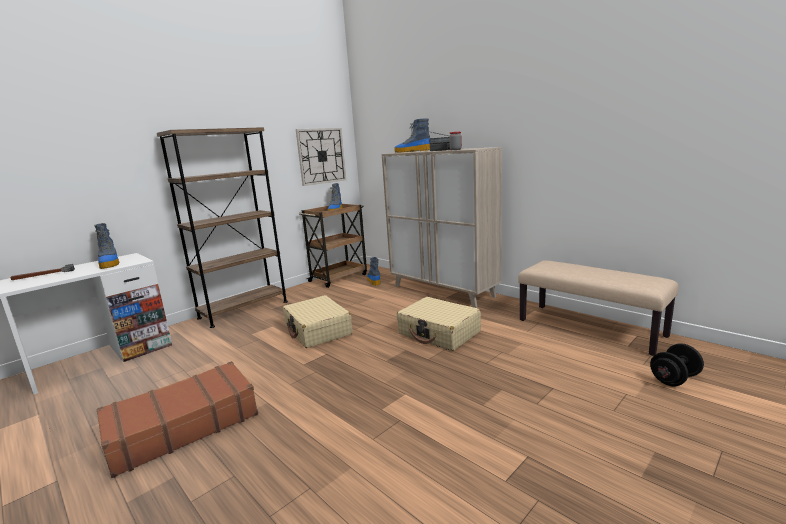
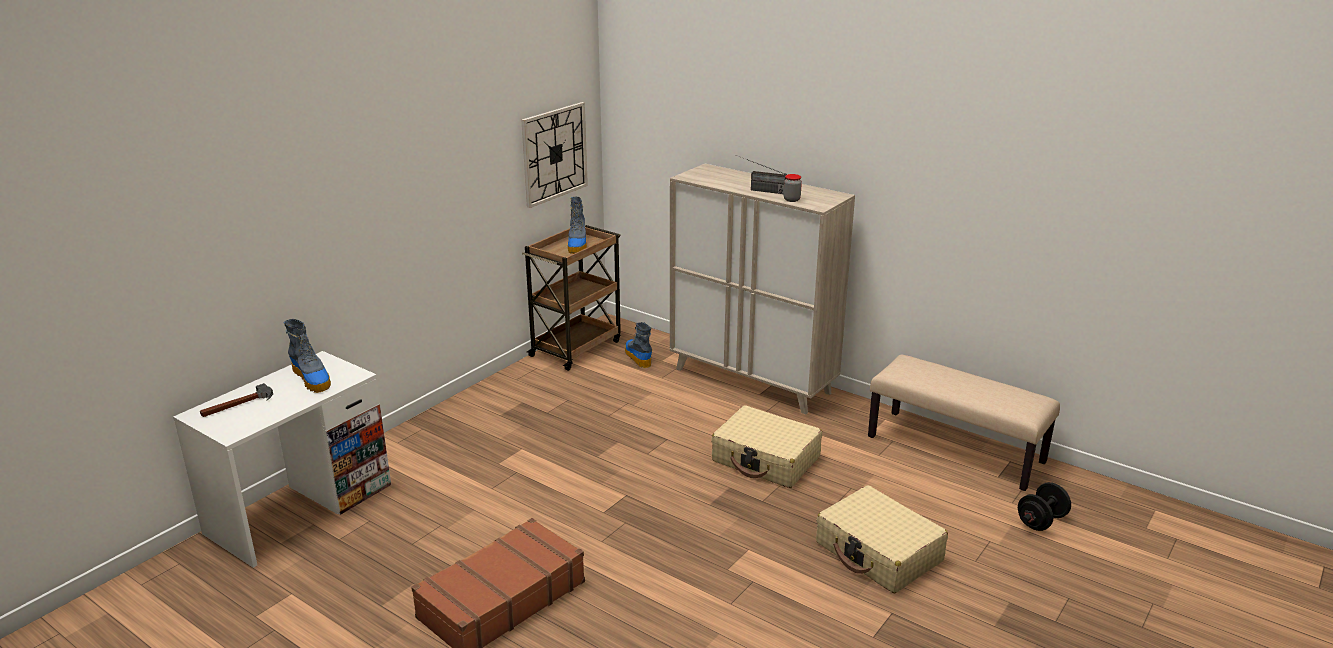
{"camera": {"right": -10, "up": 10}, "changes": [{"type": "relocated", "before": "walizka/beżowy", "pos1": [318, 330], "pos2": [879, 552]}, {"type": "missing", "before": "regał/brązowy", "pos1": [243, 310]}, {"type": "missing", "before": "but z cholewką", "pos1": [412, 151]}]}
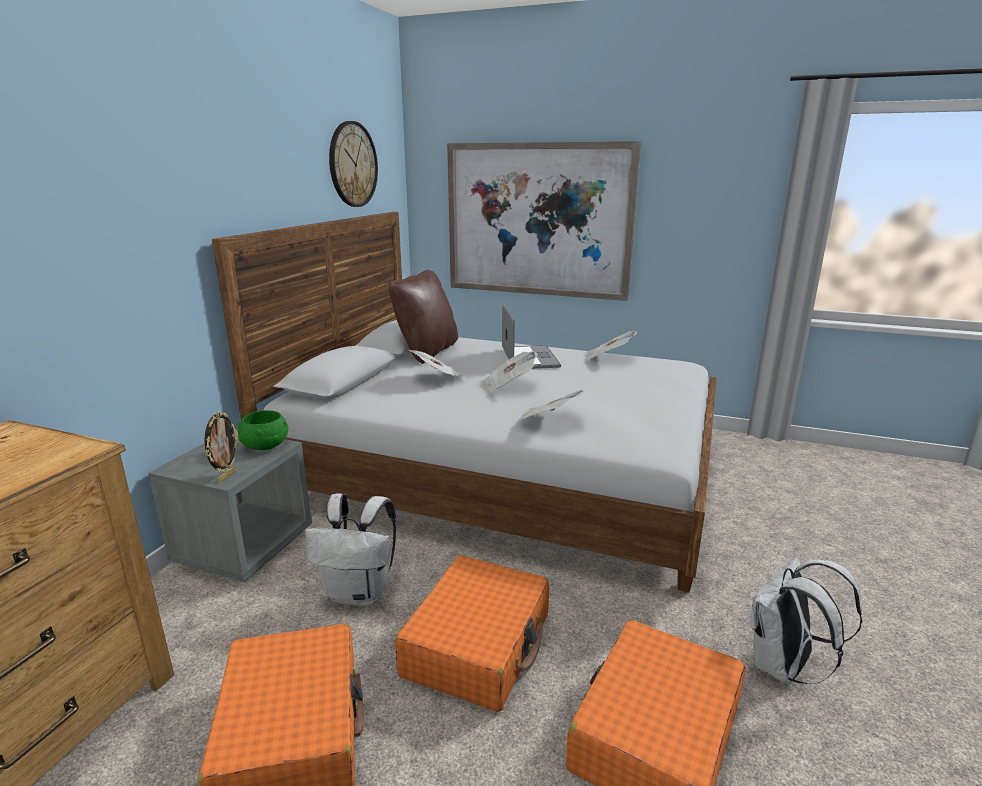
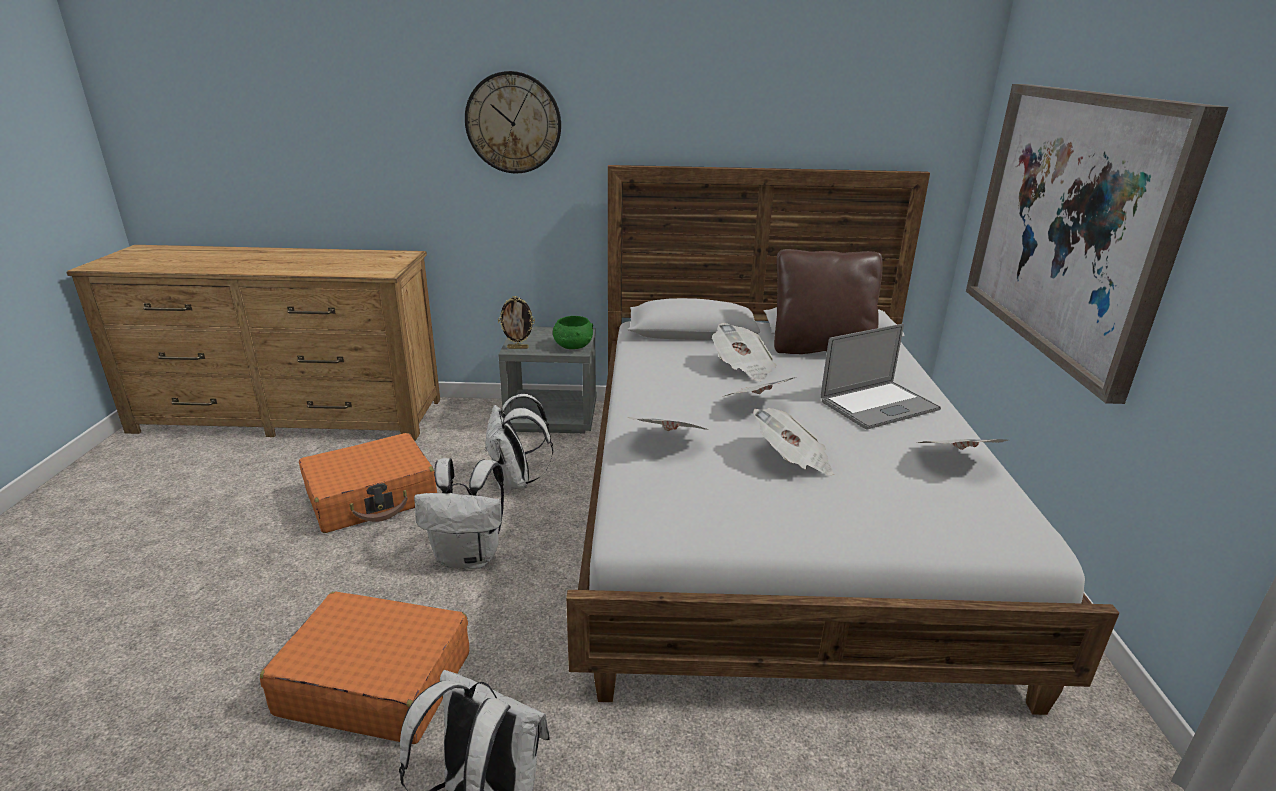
{"camera": {"right": 70, "up": 5}, "changes": [{"type": "exchanged", "before": "walizka/pomarańczowy", "after": "plecak/biały", "pos1": [478, 645], "pos2": [469, 557]}, {"type": "relocated", "before": "zegar ścienny", "pos1": [352, 164], "pos2": [513, 123]}, {"type": "appeared", "after": "gazeta", "pos2": [792, 461]}]}
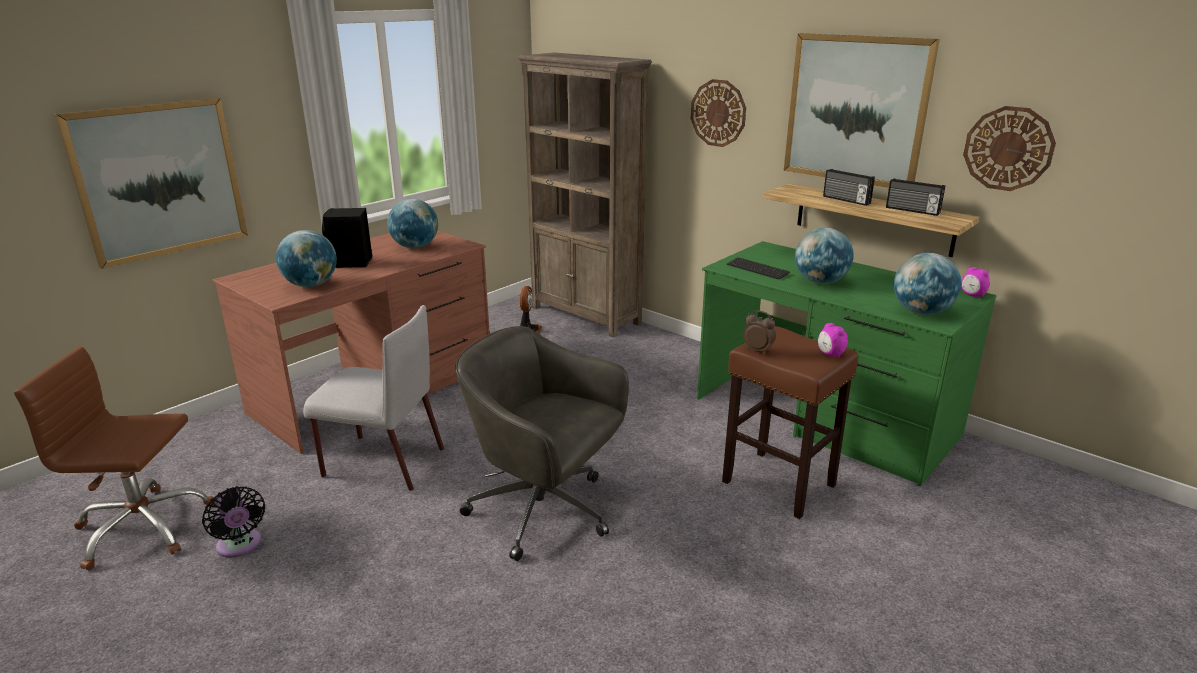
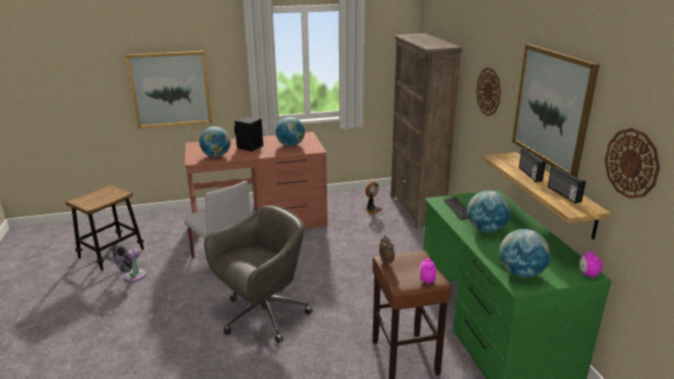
{"camera": {"right": 35, "up": 0}, "changes": [{"type": "exchanged", "before": "krzesło biurowe/brązowy", "after": "stołek", "pos1": [143, 527], "pos2": [111, 254]}, {"type": "spun", "before": "wentylator/czarny", "pos1": [240, 546], "pos2": [132, 277], "turn": 45}, {"type": "spun", "before": "krzesło biurowe/szary", "pos1": [544, 512], "pos2": [262, 316], "turn": 75}]}
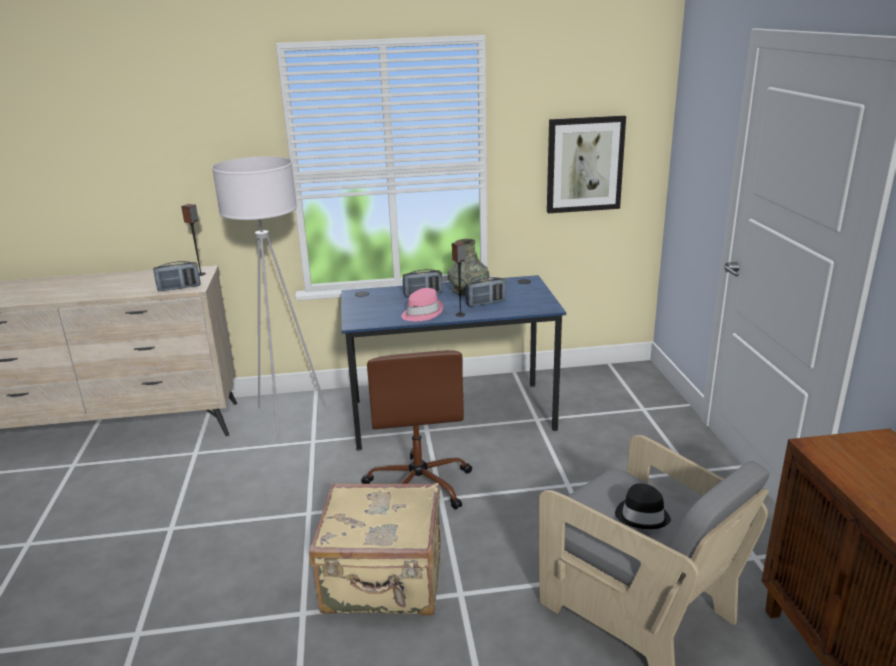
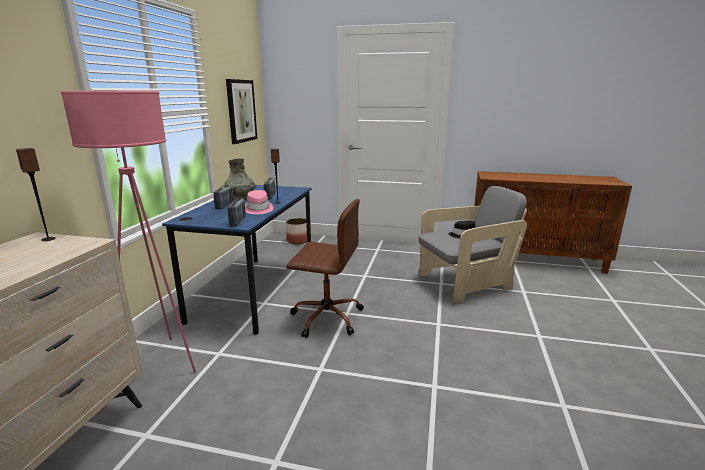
{"camera": {"right": -70, "up": -5}, "changes": [{"type": "colour", "before": "lampa stojąca/biały", "after": "lampa stojąca/różowy", "pos1": [287, 418], "pos2": [161, 363]}, {"type": "relocated", "before": "radio", "pos1": [179, 288], "pos2": [238, 222]}, {"type": "appeared", "after": "donica", "pos2": [298, 241]}, {"type": "missing", "before": "walizka/beżowy", "pos1": [384, 581]}]}
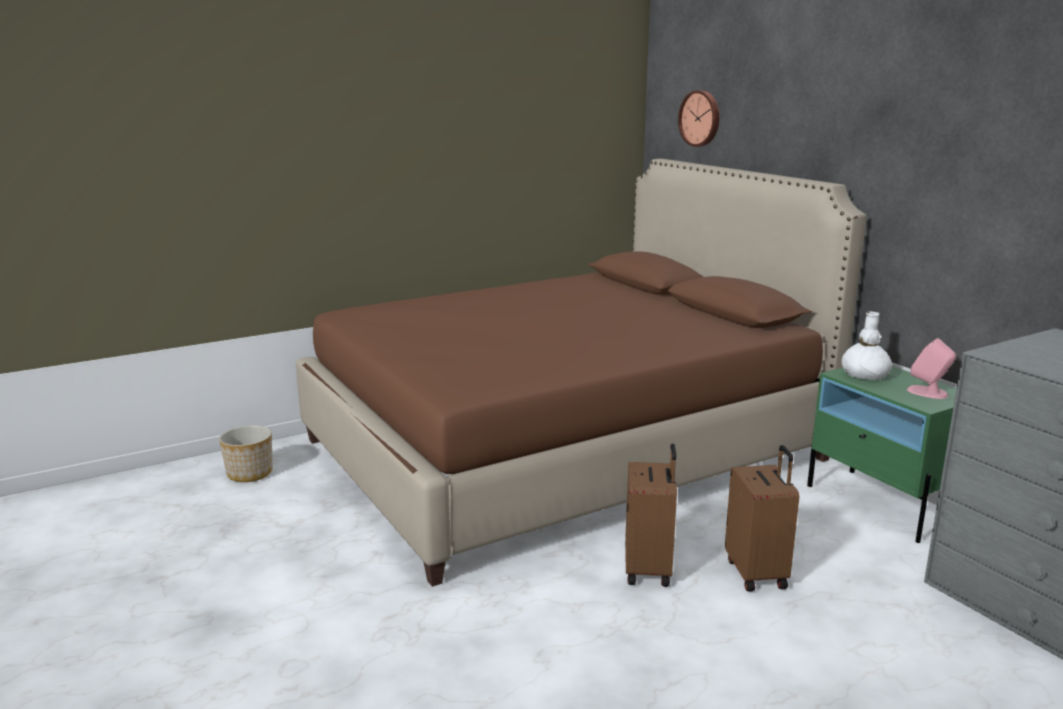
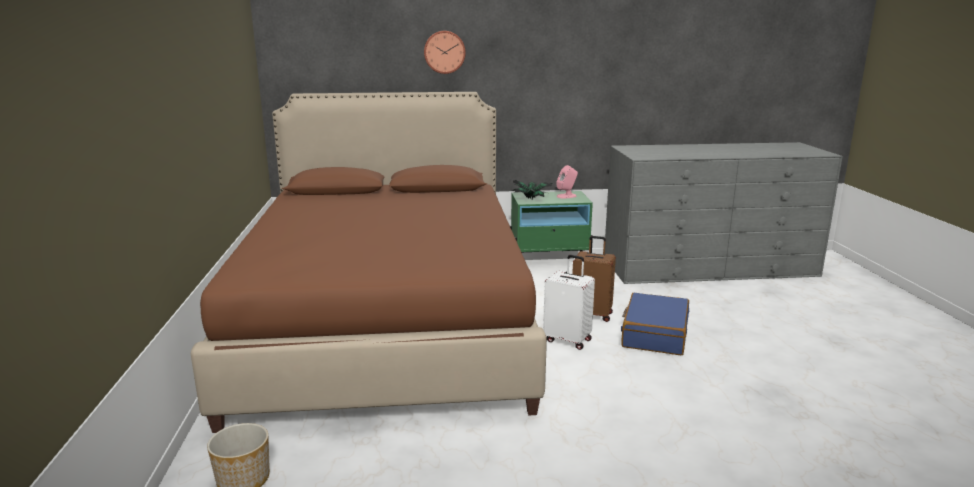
{"camera": {"right": -65, "up": 0}, "changes": [{"type": "relocated", "before": "zegar ścienny", "pos1": [700, 118], "pos2": [444, 52]}, {"type": "exchanged", "before": "wazon/biały", "after": "roślina doniczkowa", "pos1": [864, 375], "pos2": [531, 199]}, {"type": "colour", "before": "walizka/brązowy", "after": "walizka/biały", "pos1": [649, 569], "pos2": [568, 340]}, {"type": "appeared", "after": "walizka/niebieski", "pos2": [654, 335]}]}
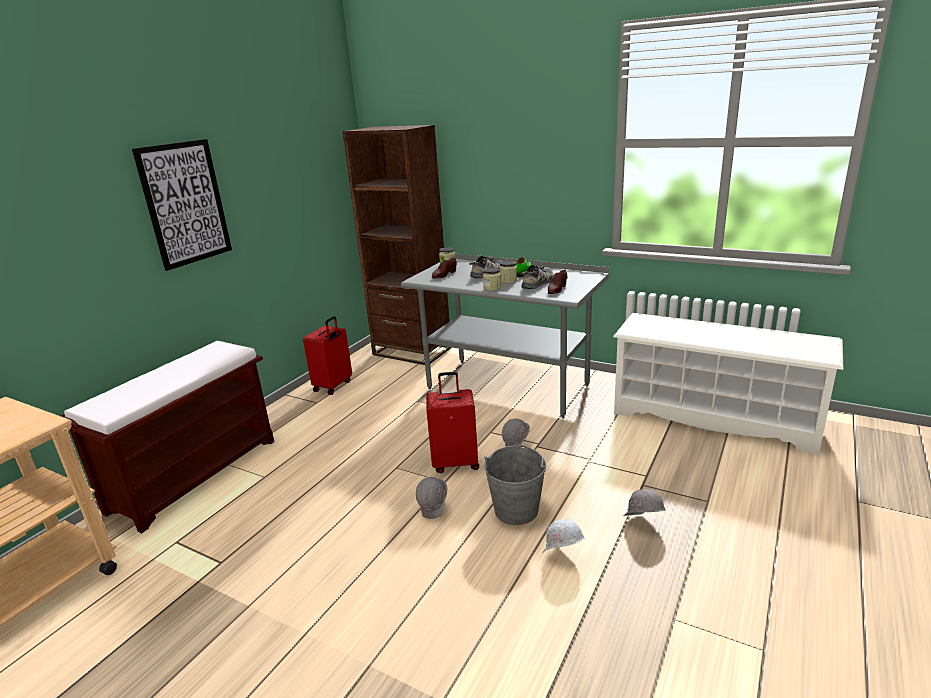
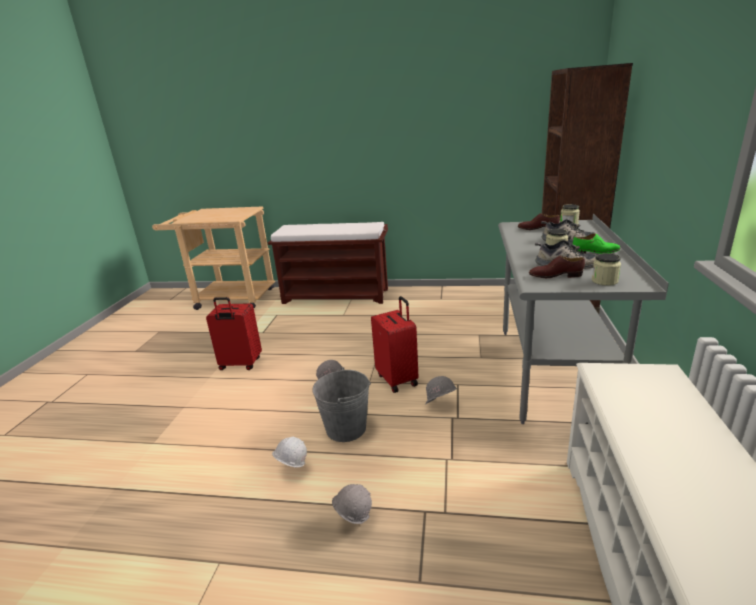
{"camera": {"right": 70, "up": 0}, "changes": [{"type": "relocated", "before": "walizka/czerwony", "pos1": [333, 386], "pos2": [240, 364]}, {"type": "relocated", "before": "słoik", "pos1": [492, 288], "pos2": [604, 281]}, {"type": "missing", "before": "obraz", "pos1": [185, 203]}]}
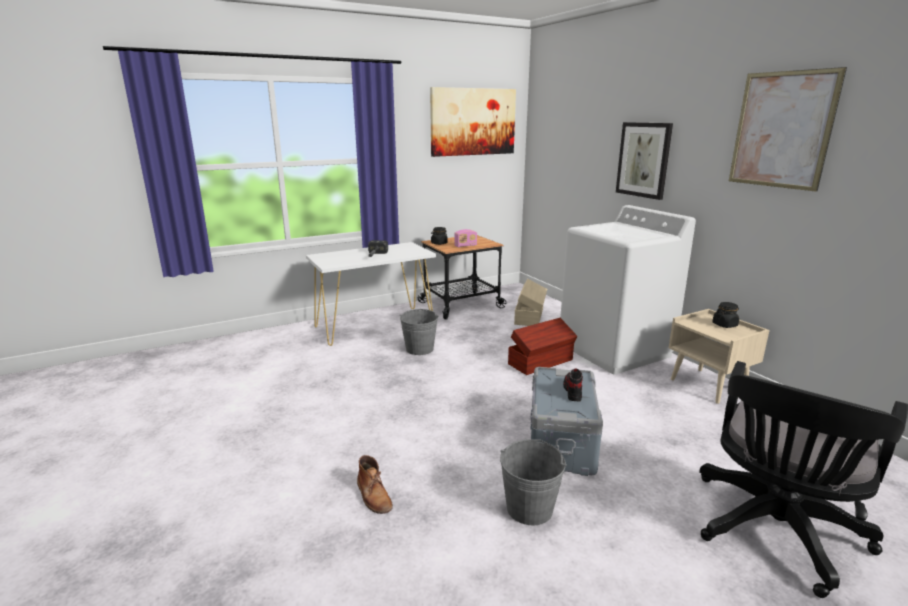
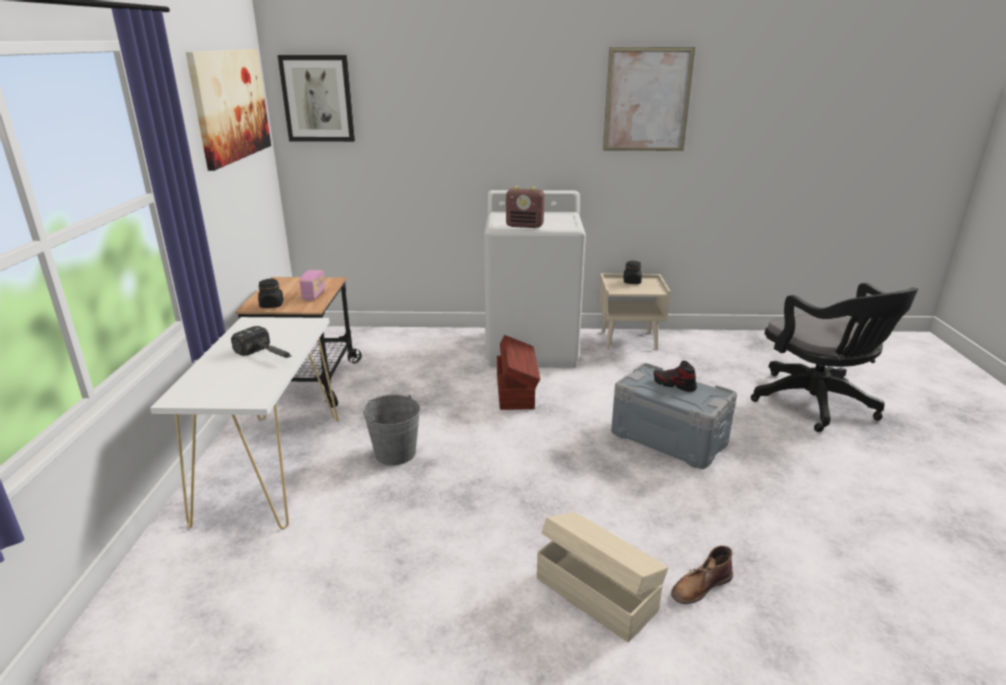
{"camera": {"right": -60, "up": 5}, "changes": [{"type": "relocated", "before": "obraz", "pos1": [643, 160], "pos2": [318, 99]}, {"type": "appeared", "after": "radio", "pos2": [525, 226]}, {"type": "relocated", "before": "pojemnik do przechowywania/beżowy", "pos1": [530, 316], "pos2": [596, 592]}, {"type": "spun", "before": "but z cholewką/brązowy", "pos1": [374, 495], "pos2": [700, 586], "turn": 150}, {"type": "missing", "before": "wiadro/szary", "pos1": [529, 508]}]}
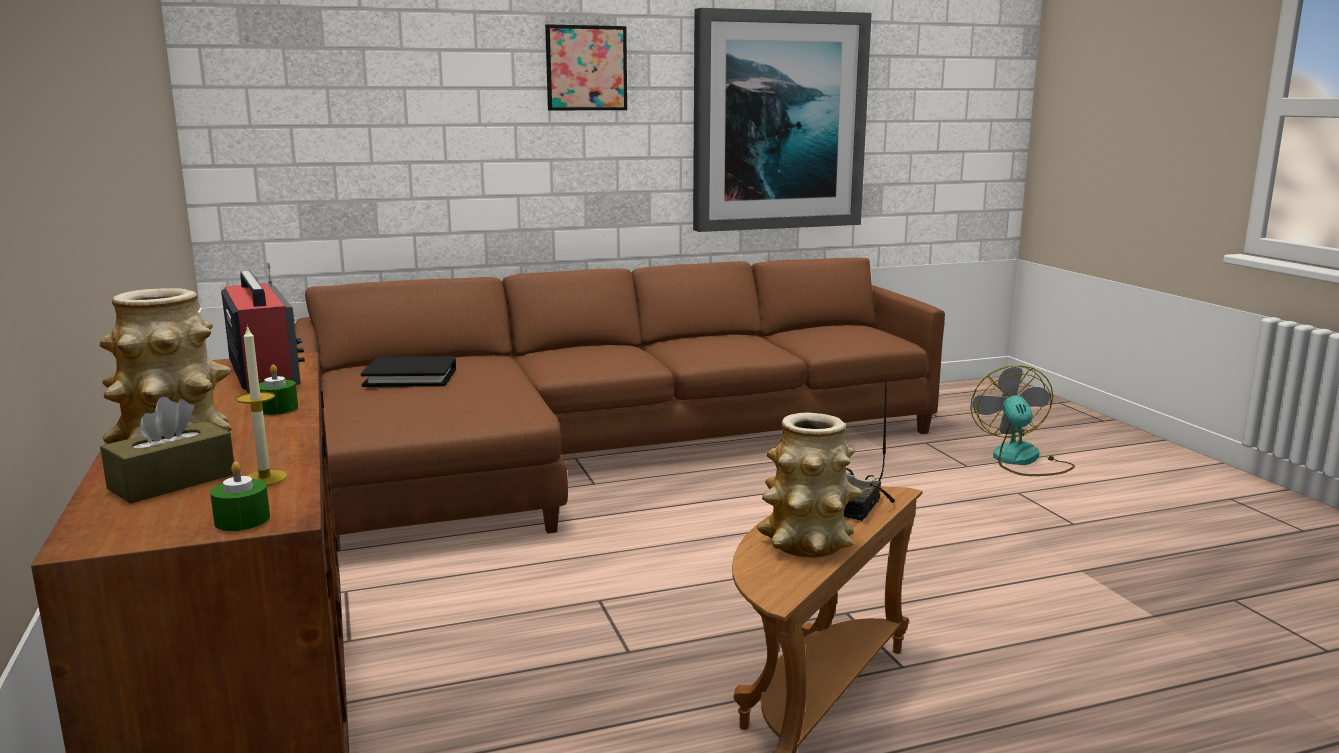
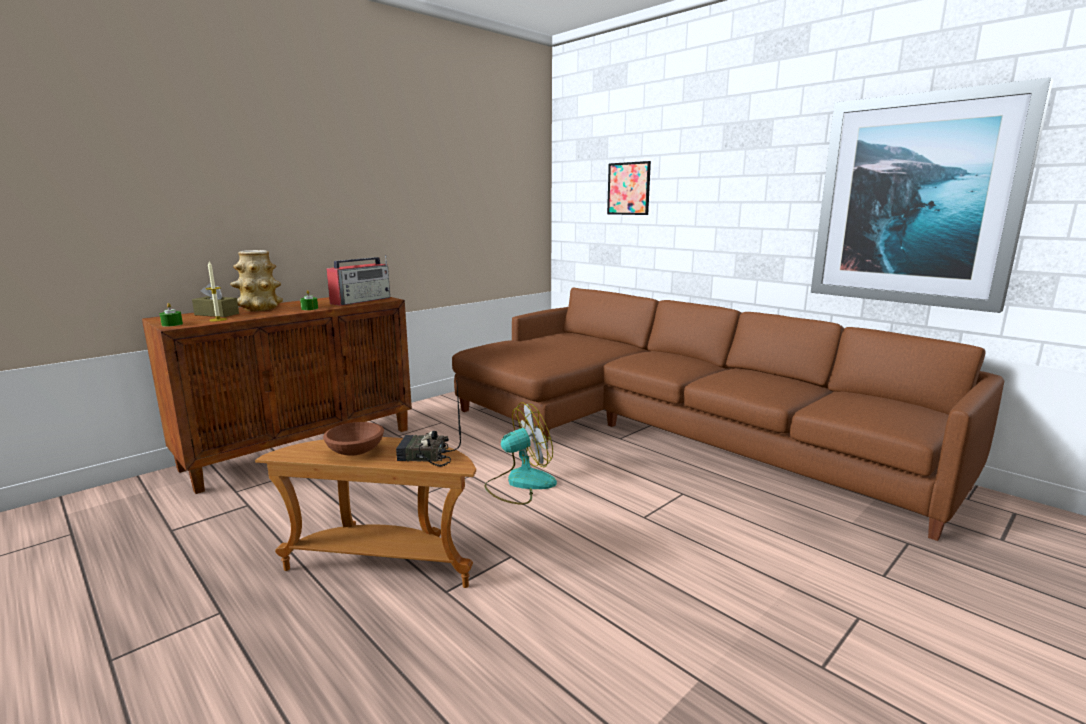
{"camera": {"right": 65, "up": 0}, "changes": [{"type": "exchanged", "before": "wazon", "after": "miska/brązowy", "pos1": [807, 544], "pos2": [355, 452]}, {"type": "relocated", "before": "wentylator", "pos1": [1021, 461], "pos2": [520, 483]}, {"type": "relocated", "before": "obraz", "pos1": [586, 68], "pos2": [628, 188]}, {"type": "missing", "before": "książka/czarny", "pos1": [410, 377]}]}
